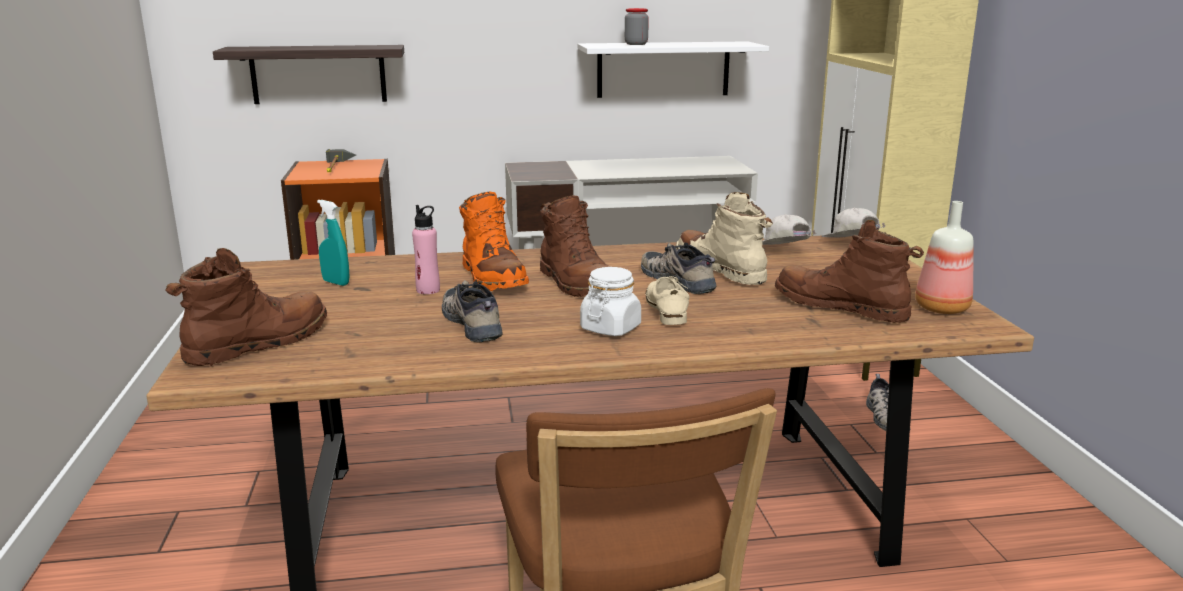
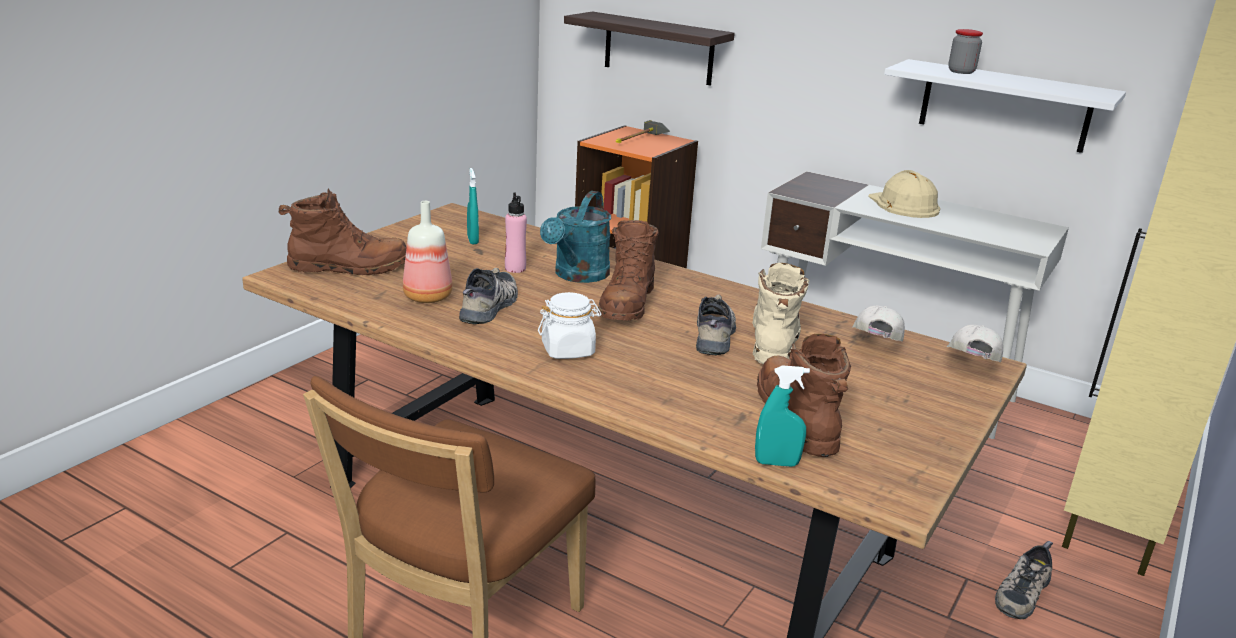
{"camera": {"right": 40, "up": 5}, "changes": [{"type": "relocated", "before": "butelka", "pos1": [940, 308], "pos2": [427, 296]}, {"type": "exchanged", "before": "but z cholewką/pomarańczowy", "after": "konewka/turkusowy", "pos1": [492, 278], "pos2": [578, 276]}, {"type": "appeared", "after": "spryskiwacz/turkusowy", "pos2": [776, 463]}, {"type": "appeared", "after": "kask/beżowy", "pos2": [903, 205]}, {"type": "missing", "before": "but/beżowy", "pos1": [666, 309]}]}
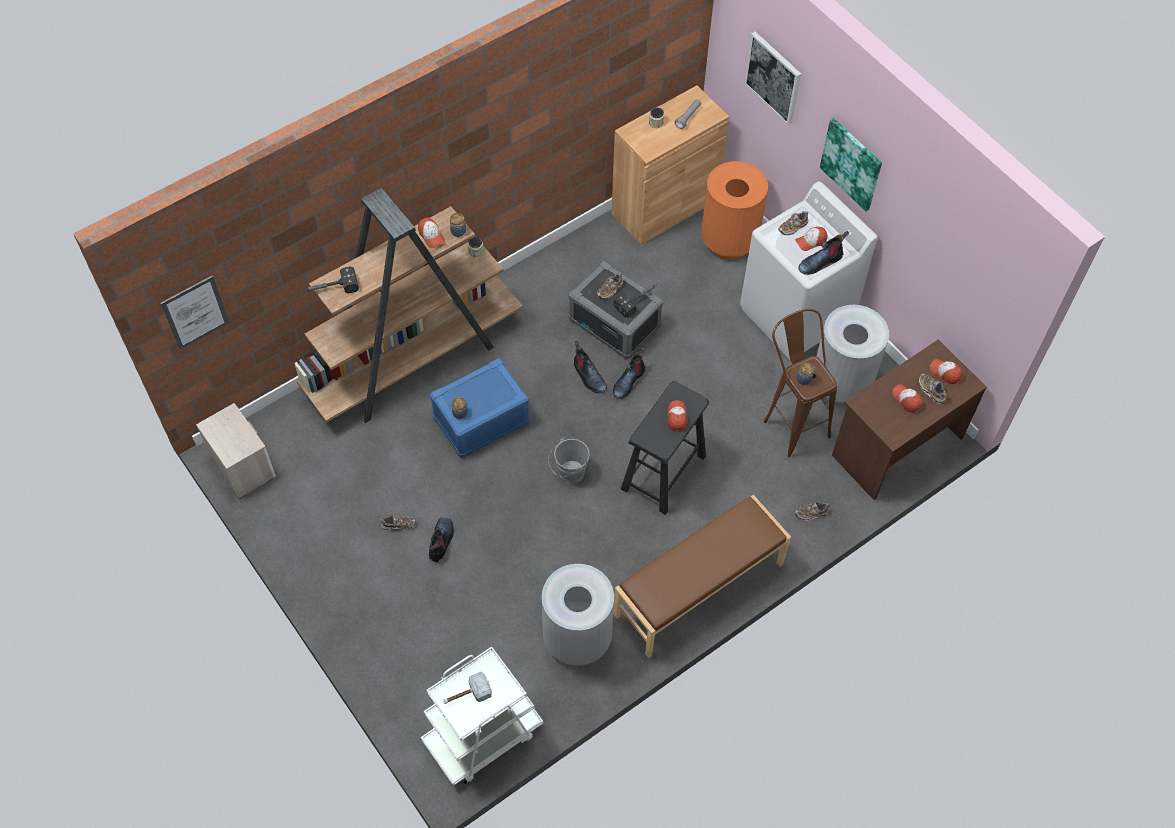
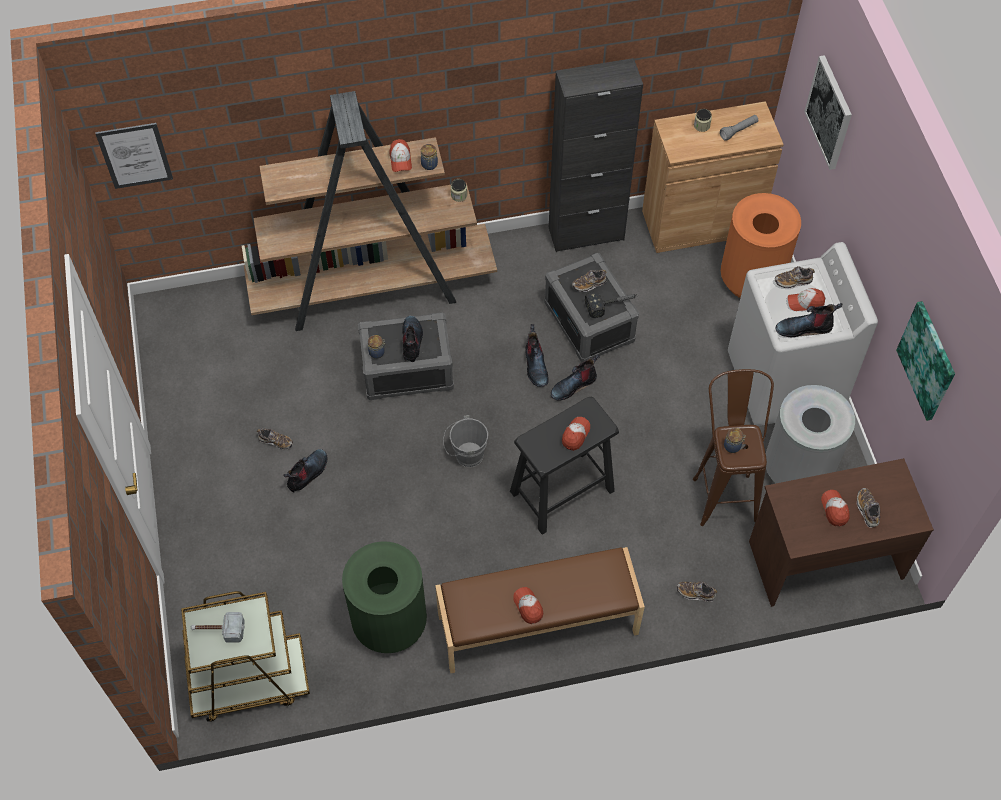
{"camera": {"right": 25, "up": 0}, "changes": [{"type": "colour", "before": "wózek/biały", "after": "wózek/brązowy", "pos1": [482, 736], "pos2": [248, 681]}, {"type": "colour", "before": "kosz na śmieci/szary", "after": "kosz na śmieci/zielony", "pos1": [577, 638], "pos2": [390, 623]}, {"type": "colour", "before": "pojemnik do przechowywania/niebieski", "after": "pojemnik do przechowywania/szary", "pos1": [481, 421], "pos2": [407, 370]}, {"type": "appeared", "after": "but z cholewką", "pos2": [412, 341]}, {"type": "relocated", "before": "czapka z daszkiem", "pos1": [945, 372], "pos2": [528, 607]}, {"type": "appeared", "after": "szafka/czarny", "pos2": [586, 233]}, {"type": "relocated", "before": "obraz", "pos1": [852, 163], "pos2": [927, 360]}, {"type": "missing", "before": "szafka nocna", "pos1": [242, 466]}, {"type": "missing", "before": "młotek", "pos1": [331, 288]}]}
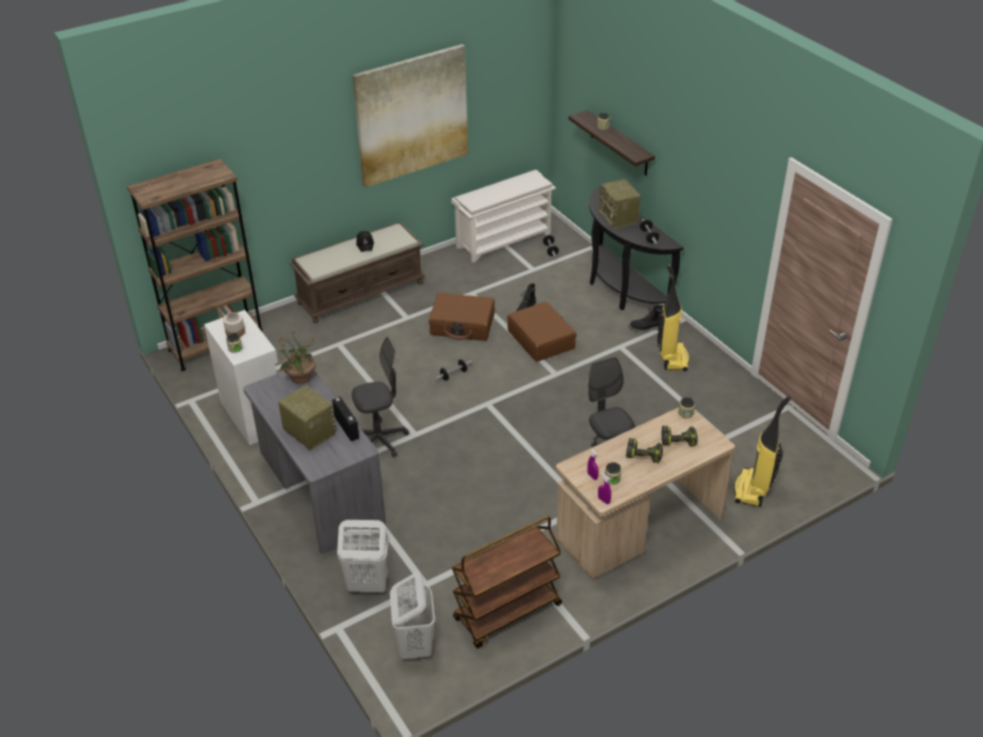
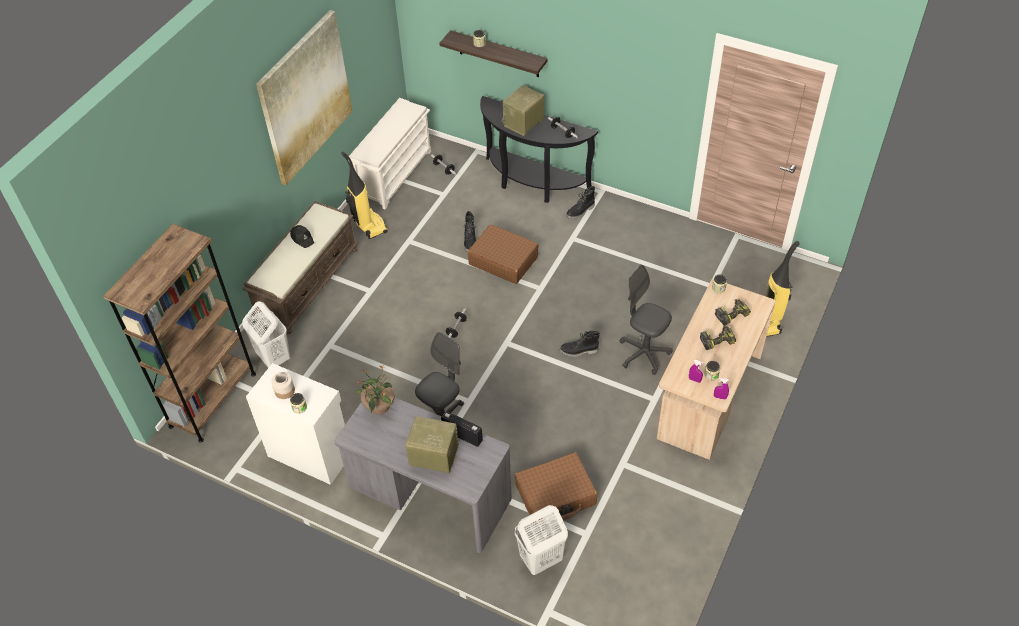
{"camera": {"right": -30, "up": 10}, "changes": [{"type": "relocated", "before": "kosz na pranie/biały", "pos1": [415, 645], "pos2": [273, 357]}, {"type": "relocated", "before": "odkurzacz", "pos1": [672, 357], "pos2": [368, 225]}, {"type": "spun", "before": "radio", "pos1": [618, 218], "pos2": [523, 123], "turn": 90}, {"type": "relocated", "before": "walizka/brązowy", "pos1": [462, 325], "pos2": [556, 495]}, {"type": "appeared", "after": "but z cholewką/czarny", "pos2": [579, 351]}, {"type": "missing", "before": "wózek/brązowy", "pos1": [507, 613]}]}
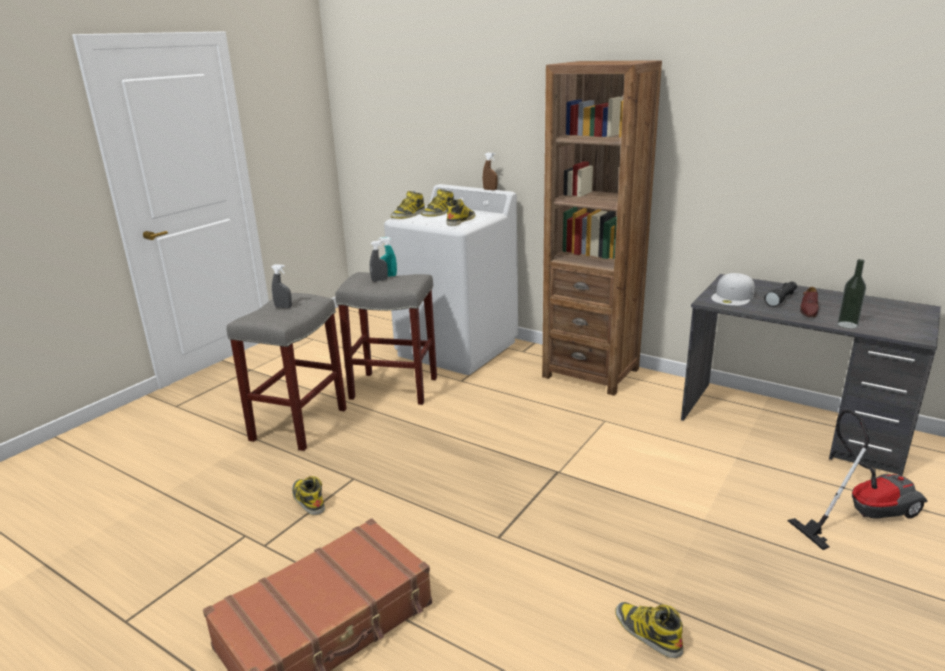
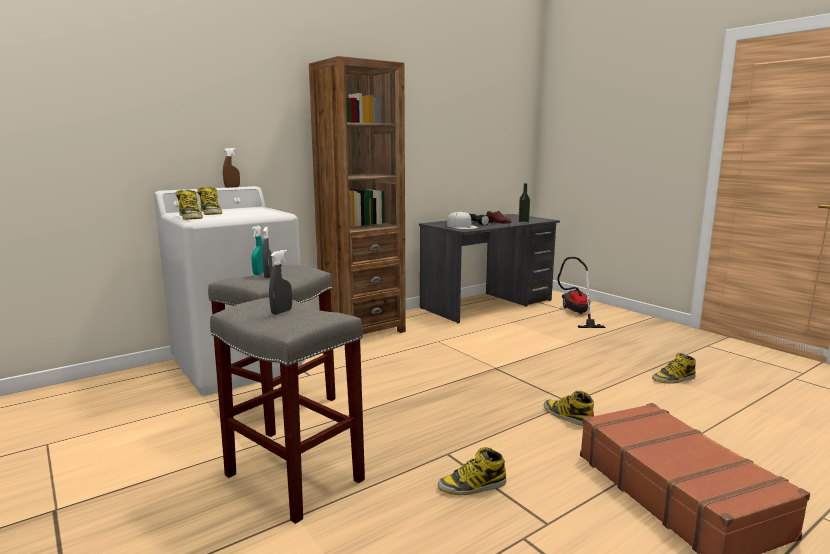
{"camera": {"right": -70, "up": -10}, "changes": [{"type": "relocated", "before": "but z cholewką", "pos1": [460, 221], "pos2": [567, 416]}]}
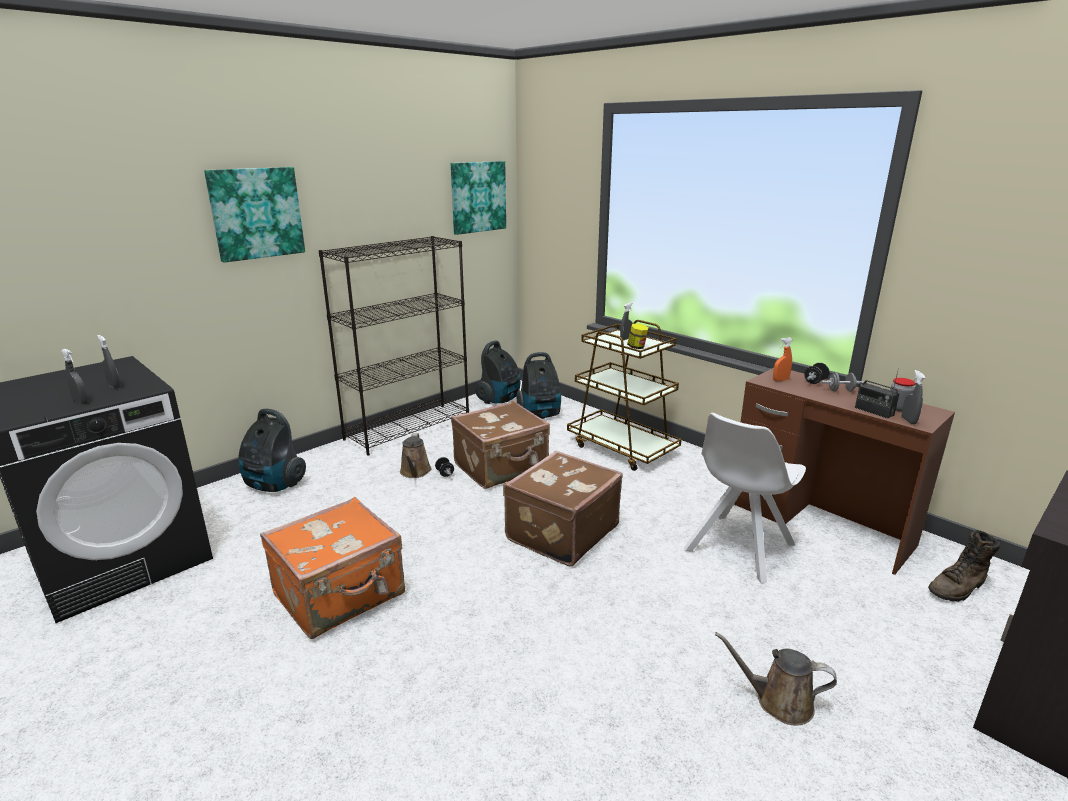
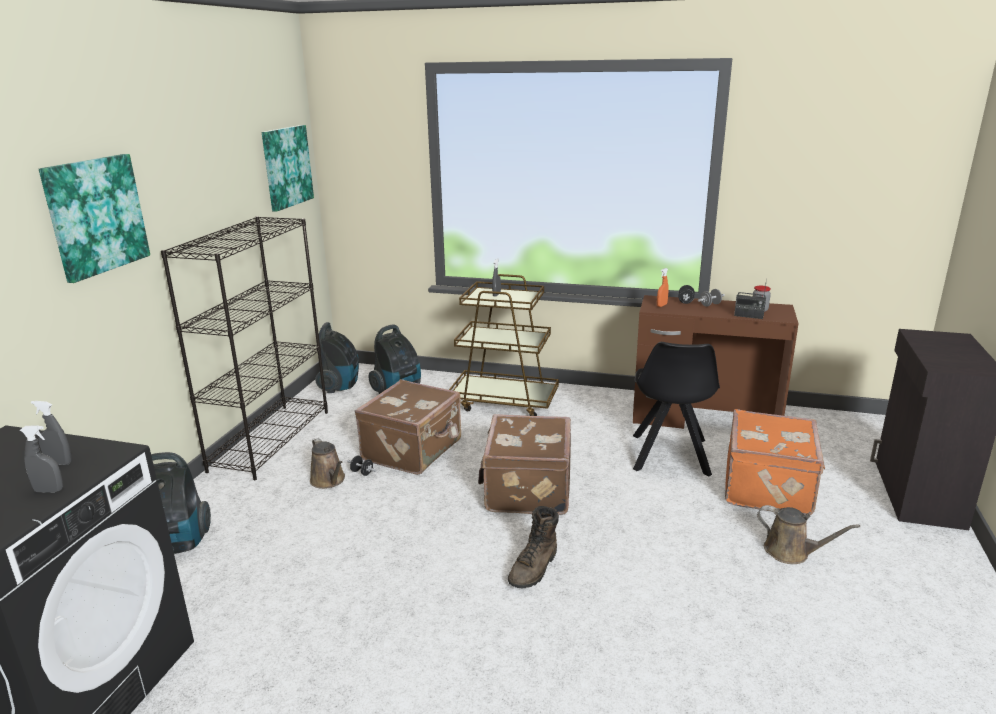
{"camera": {"right": -30, "up": 0}, "changes": [{"type": "relocated", "before": "but z cholewką/brązowy", "pos1": [958, 588], "pos2": [534, 569]}, {"type": "colour", "before": "krzesło/biały", "after": "krzesło/czarny", "pos1": [737, 548], "pos2": [670, 456]}, {"type": "relocated", "before": "walizka/pomarańczowy", "pos1": [341, 595], "pos2": [769, 488]}, {"type": "spun", "before": "konewka/brązowy", "pos1": [778, 702], "pos2": [791, 552], "turn": -135}, {"type": "missing", "before": "słoik", "pos1": [637, 347]}, {"type": "missing", "before": "spryskiwacz/szary", "pos1": [908, 421]}]}
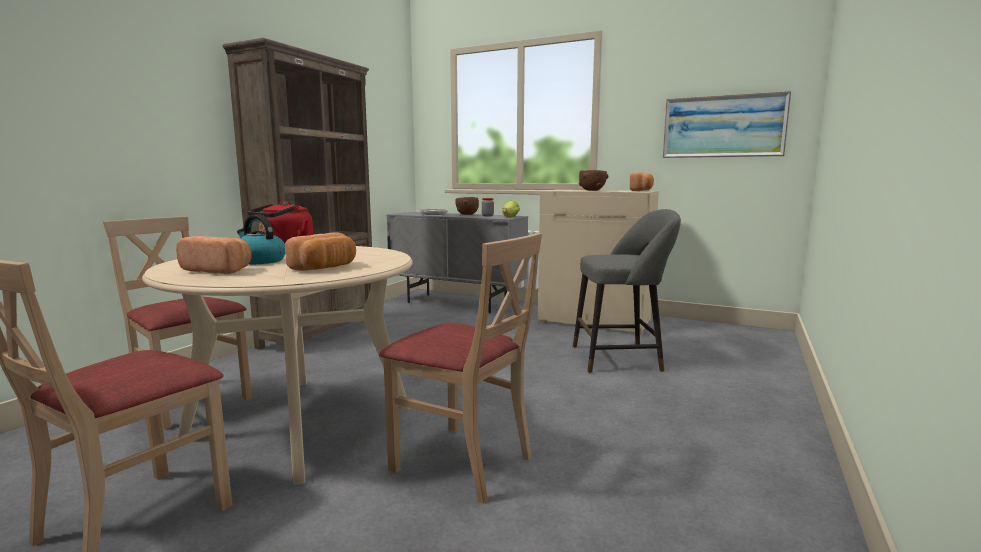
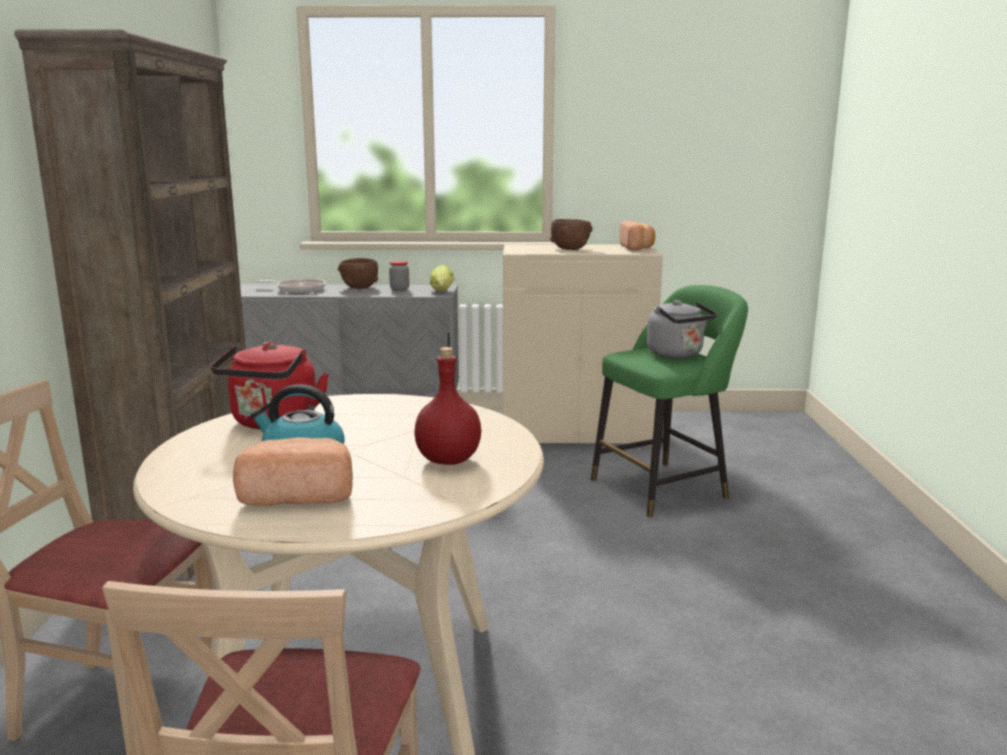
{"camera": {"right": -25, "up": 5}, "changes": [{"type": "exchanged", "before": "chleb", "after": "butelka/czerwony", "pos1": [325, 268], "pos2": [447, 460]}, {"type": "colour", "before": "stołek/szary", "after": "stołek/zielony", "pos1": [621, 358], "pos2": [664, 487]}, {"type": "appeared", "after": "czajnik/szary", "pos2": [677, 354]}, {"type": "missing", "before": "krzesło/beżowy", "pos1": [463, 462]}, {"type": "missing", "before": "obraz", "pos1": [723, 126]}]}
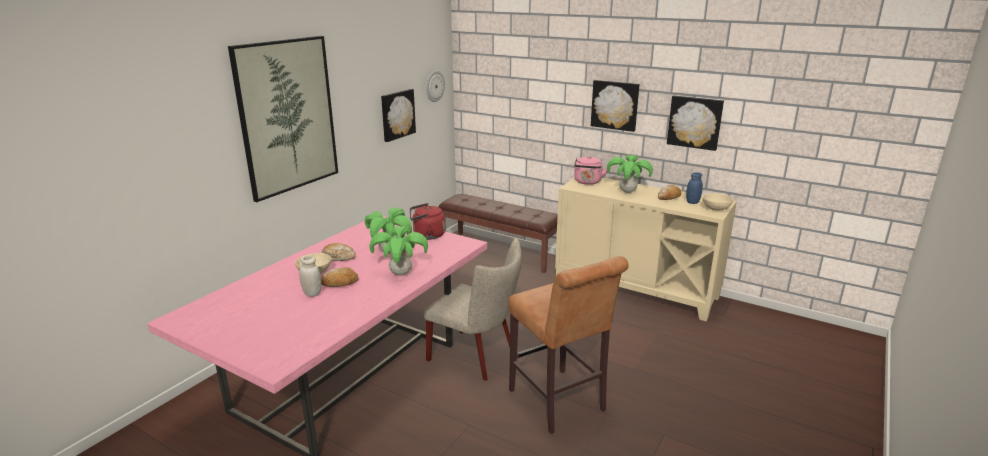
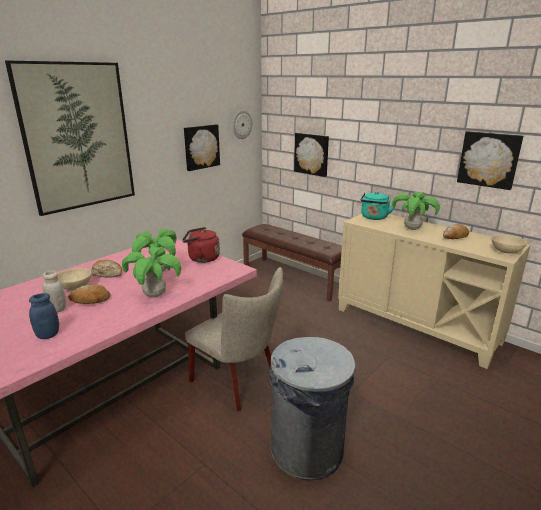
{"camera": {"right": 10, "up": 0}, "changes": [{"type": "relocated", "before": "słoik/niebieski", "pos1": [692, 202], "pos2": [48, 335]}, {"type": "exchanged", "before": "stołek/brązowy", "after": "kosz na śmieci/szary", "pos1": [559, 403], "pos2": [307, 450]}, {"type": "relocated", "before": "obraz", "pos1": [615, 105], "pos2": [312, 154]}, {"type": "colour", "before": "czajnik/różowy", "after": "czajnik/turkusowy", "pos1": [587, 182], "pos2": [374, 218]}]}
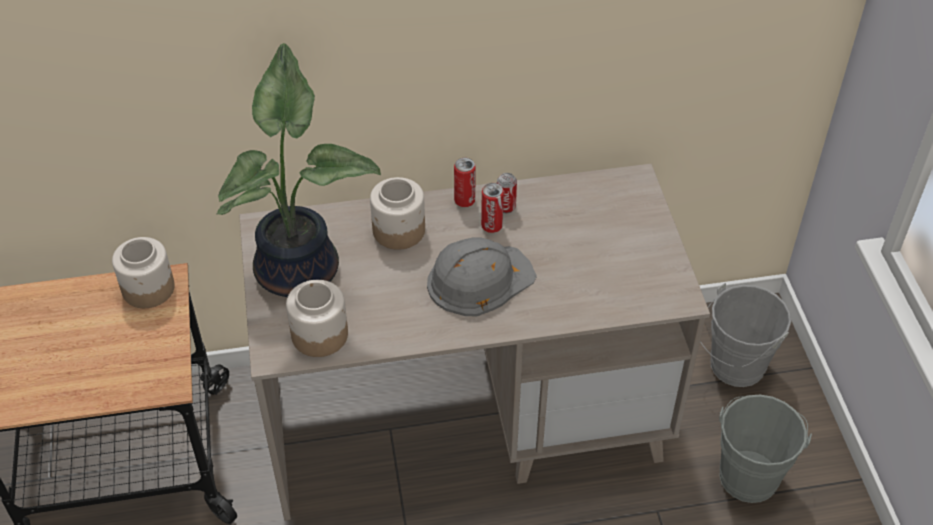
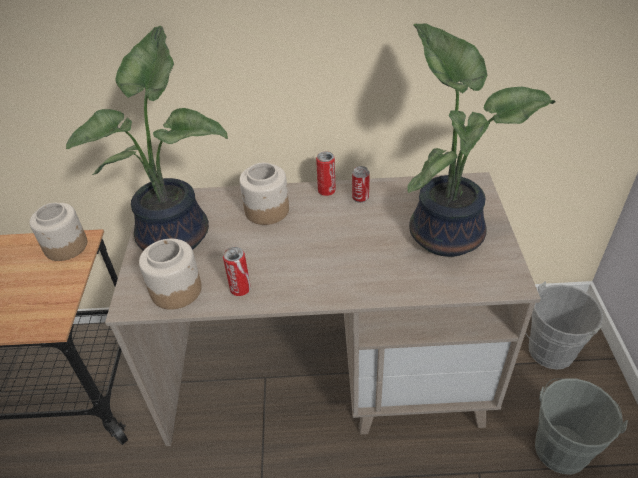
{"camera": {"right": 10, "up": -5}, "changes": [{"type": "relocated", "before": "puszka", "pos1": [491, 226], "pos2": [240, 289]}, {"type": "appeared", "after": "roślina doniczkowa", "pos2": [447, 231]}, {"type": "missing", "before": "kask/szary", "pos1": [479, 279]}]}
